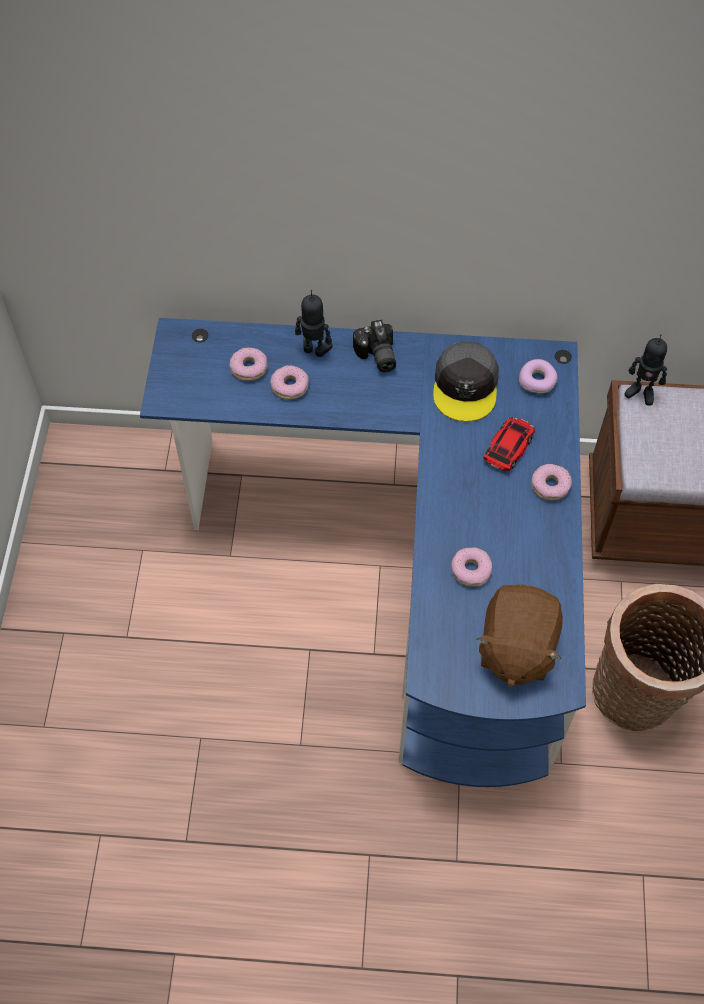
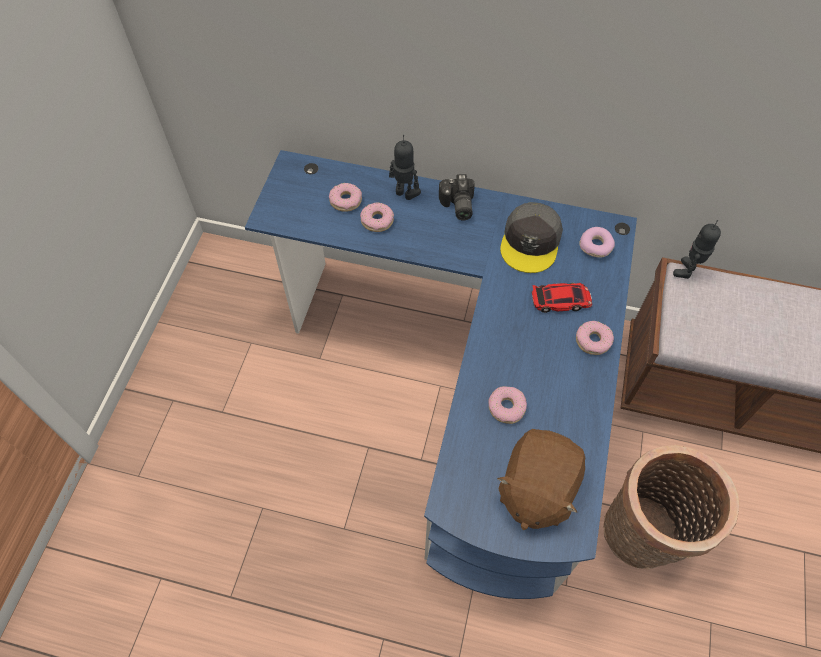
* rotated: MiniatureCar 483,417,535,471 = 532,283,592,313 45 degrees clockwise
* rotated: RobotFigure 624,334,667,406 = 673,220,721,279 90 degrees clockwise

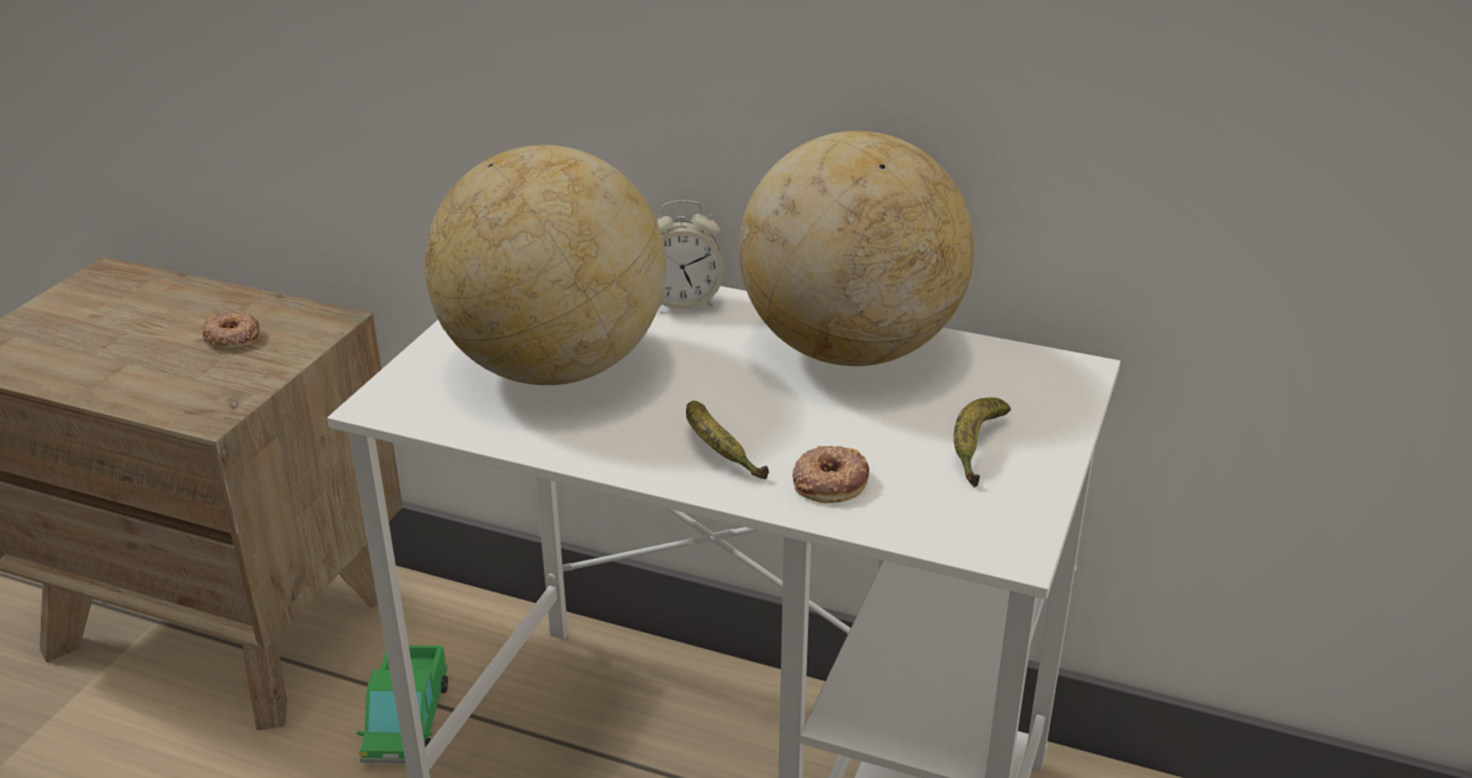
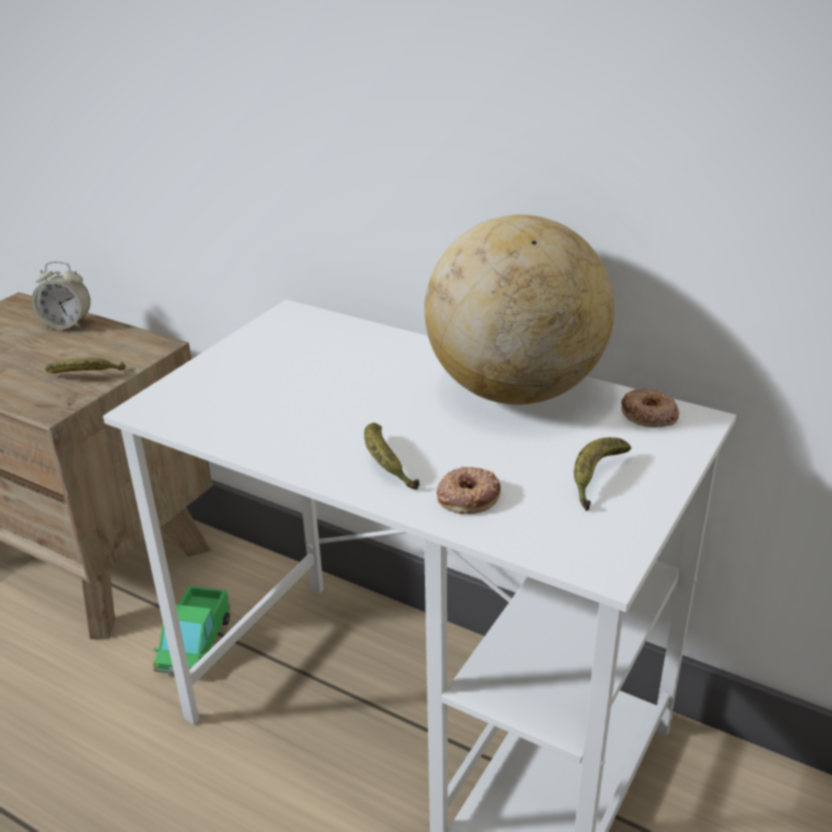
* shifted: RingDoughnut 203,311,261,350 to 621,388,680,427
* gone: Globe 425,145,666,385
* shifted: TableClock 655,200,724,310 to 32,261,90,329
* new: WholeBanana 45,358,126,373

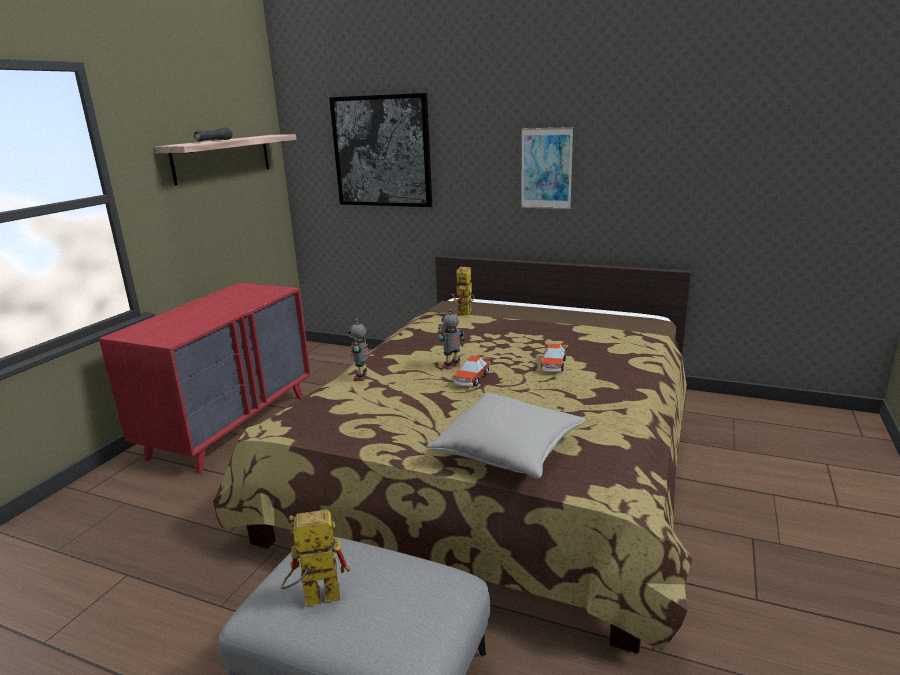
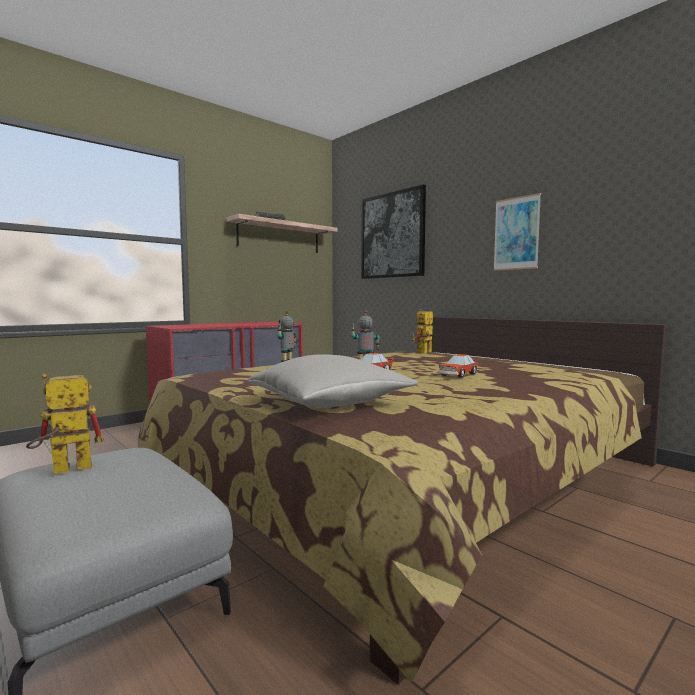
* rotated: RobotFigure 281,509,350,605 = 26,374,104,474 45 degrees counterclockwise

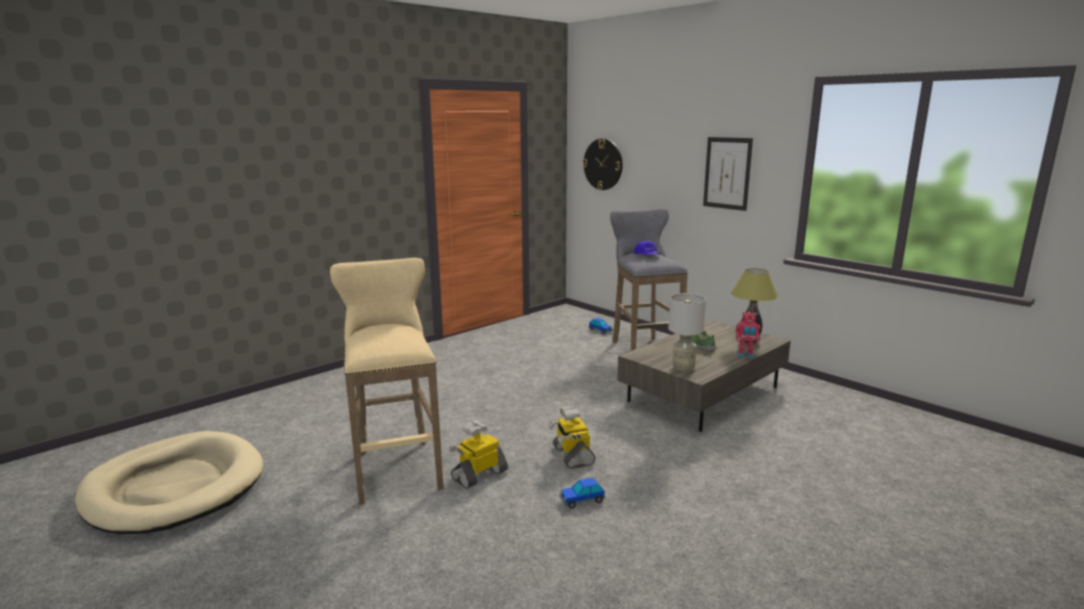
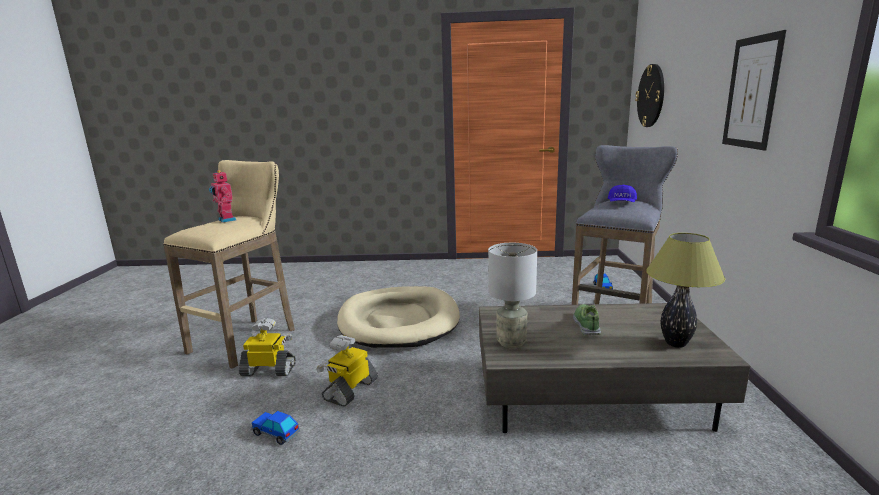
* shifted: BeigeColouredDogCushion 75,431,263,534 to 337,286,460,348
* shifted: RobotFigure 735,311,760,358 to 209,170,236,223

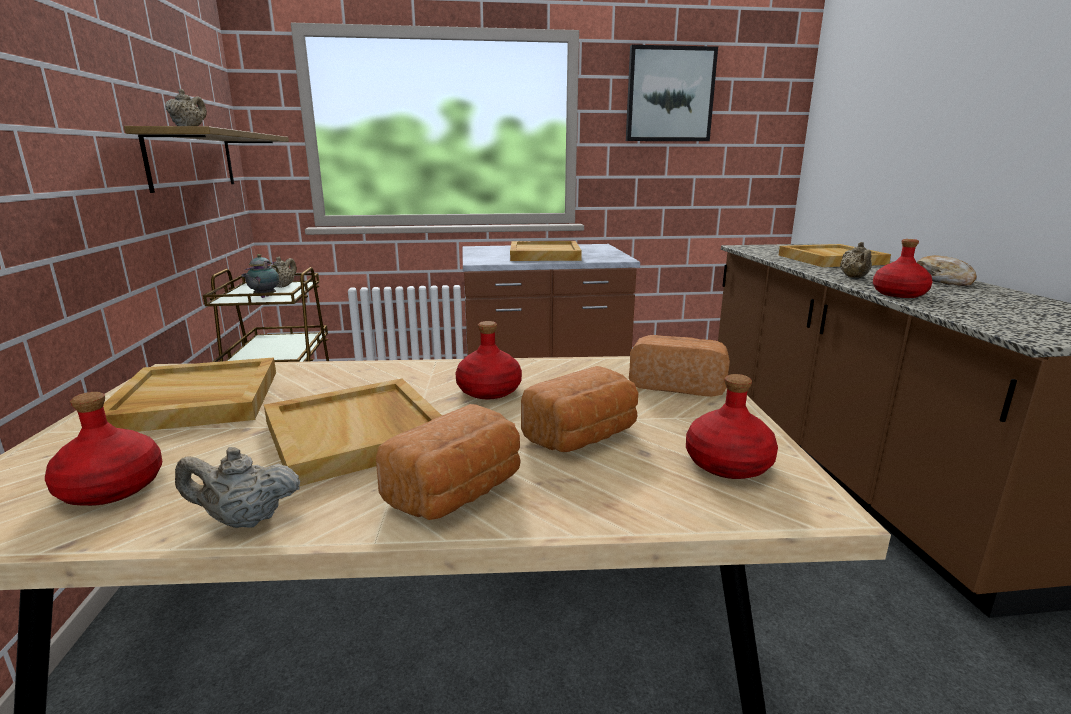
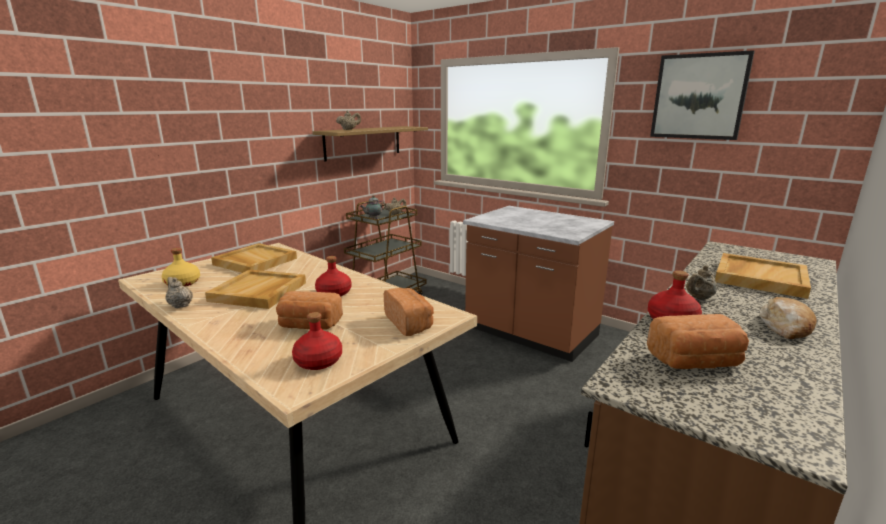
* repainted: ReddishBeverageBottle 45,392,162,506 to YellowBeverageBottle 162,248,200,287
* shifted: Bread 376,404,521,520 to 647,314,749,369
* gone: BeigeColouredServingTray 510,241,582,261

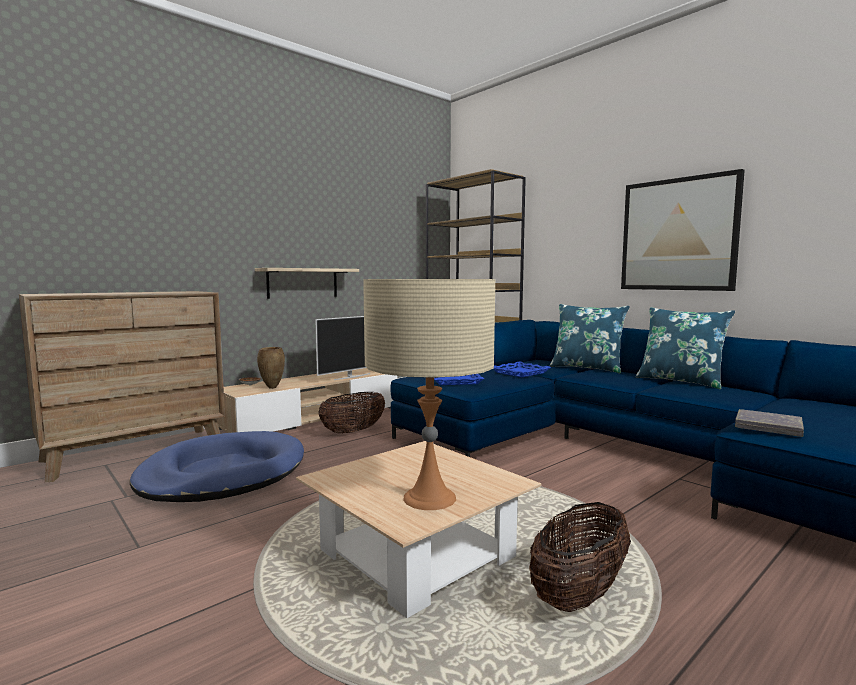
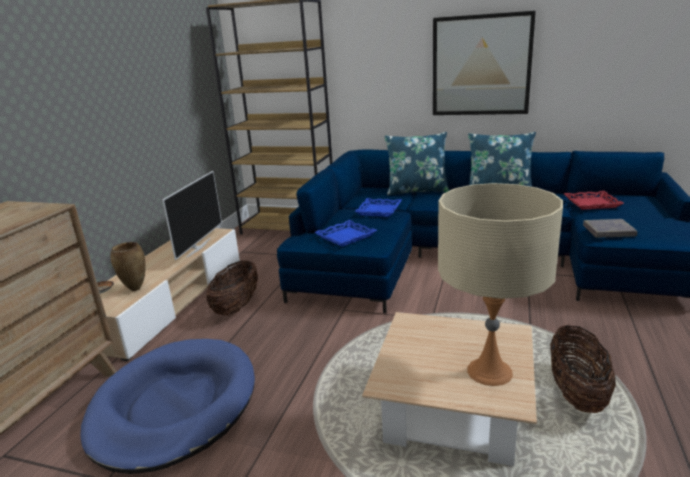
* gone: BracketShelf 255,268,359,299
* new: ReddishServingTray 564,191,624,210

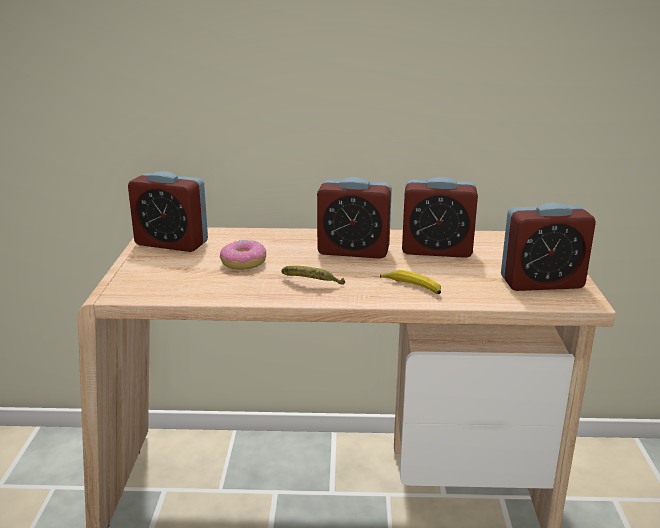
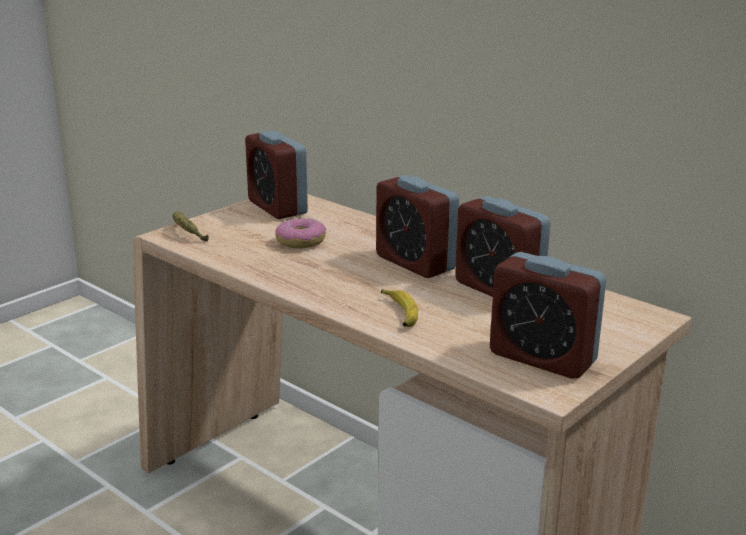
* shifted: WholeBanana 282,266,345,285 to 173,211,209,242

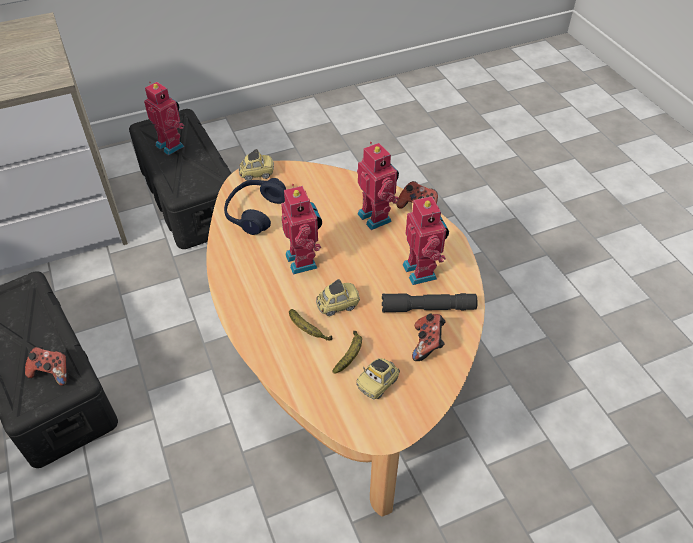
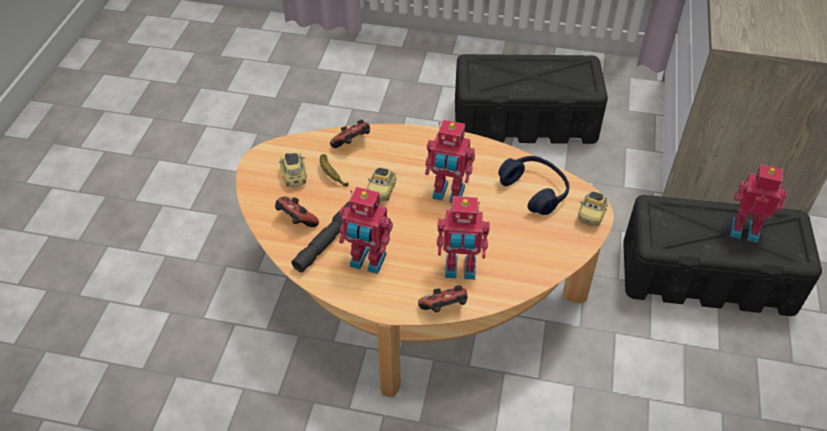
* shifted: Joypad 25,347,68,386 to 330,119,370,148
* rotated: RobotFigure 144,81,184,155 = 730,164,788,243 150 degrees counterclockwise
* gone: WholeBanana 289,309,332,341

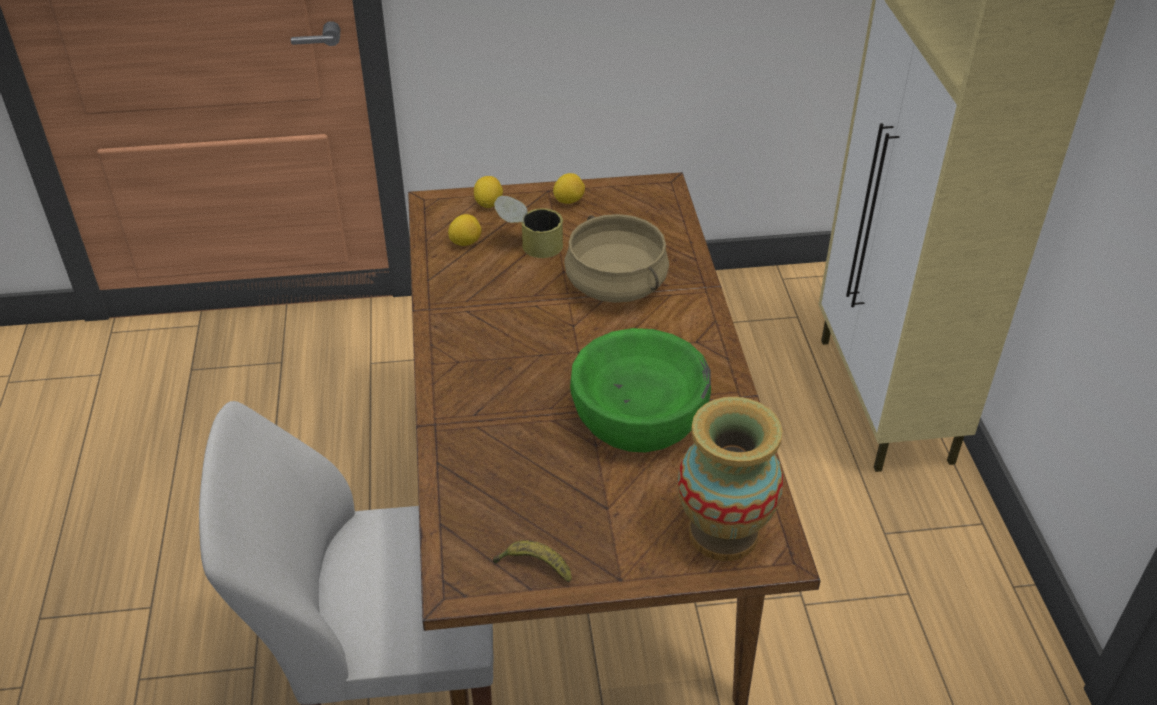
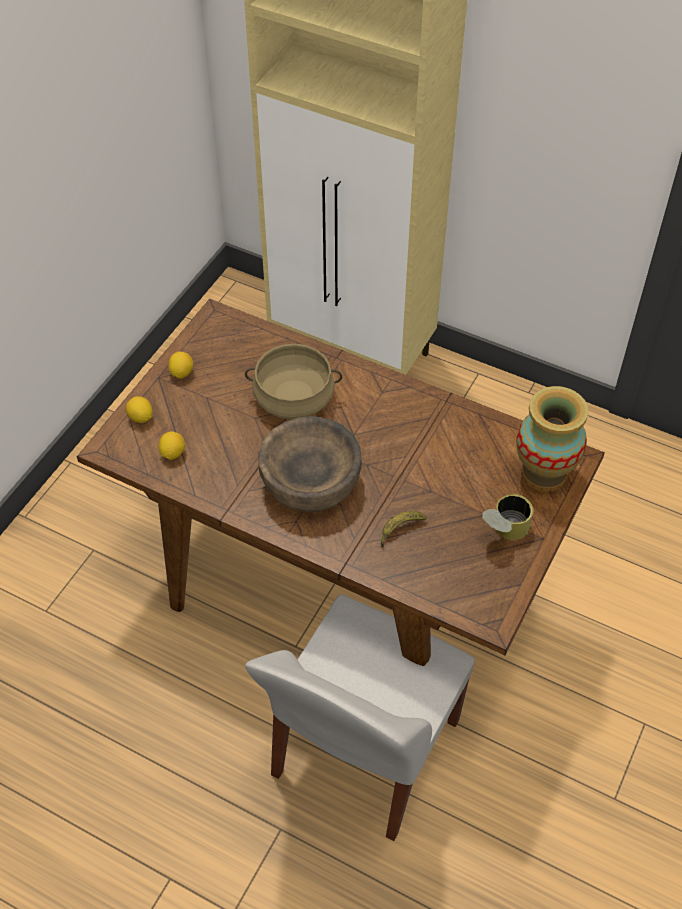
* shifted: WholeBanana 493,540,572,582 to 381,511,427,547
* shifted: Can 494,196,563,258 to 482,494,533,540
* gone: GreenColouredBowl 570,328,711,452
* new: BrownColouredBowl 258,416,362,512

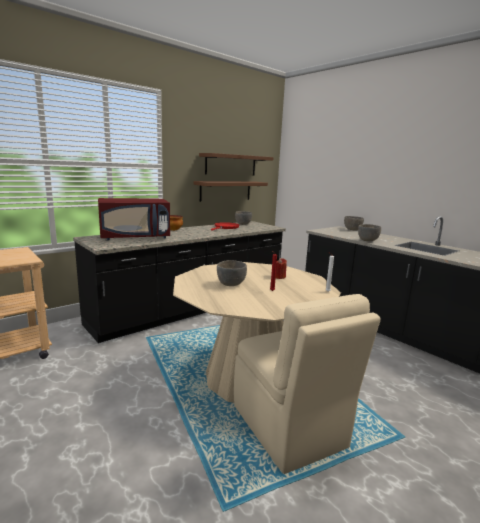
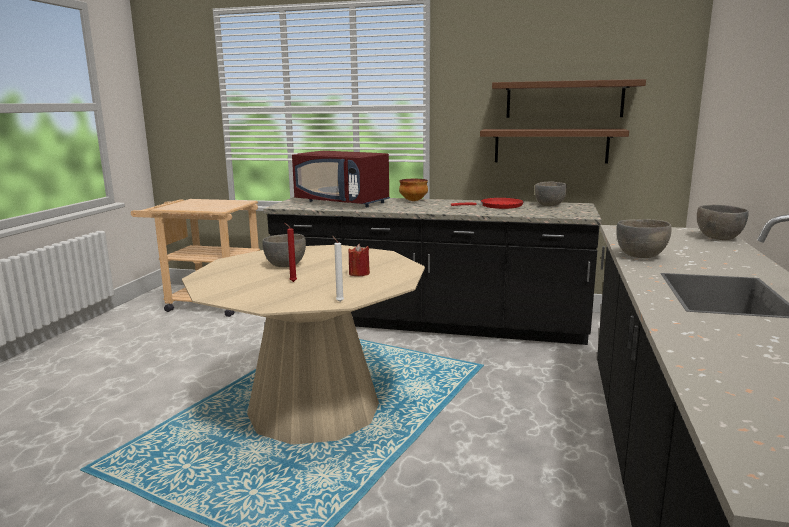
* gone: BeigeColouredUprightChair 234,294,381,474

